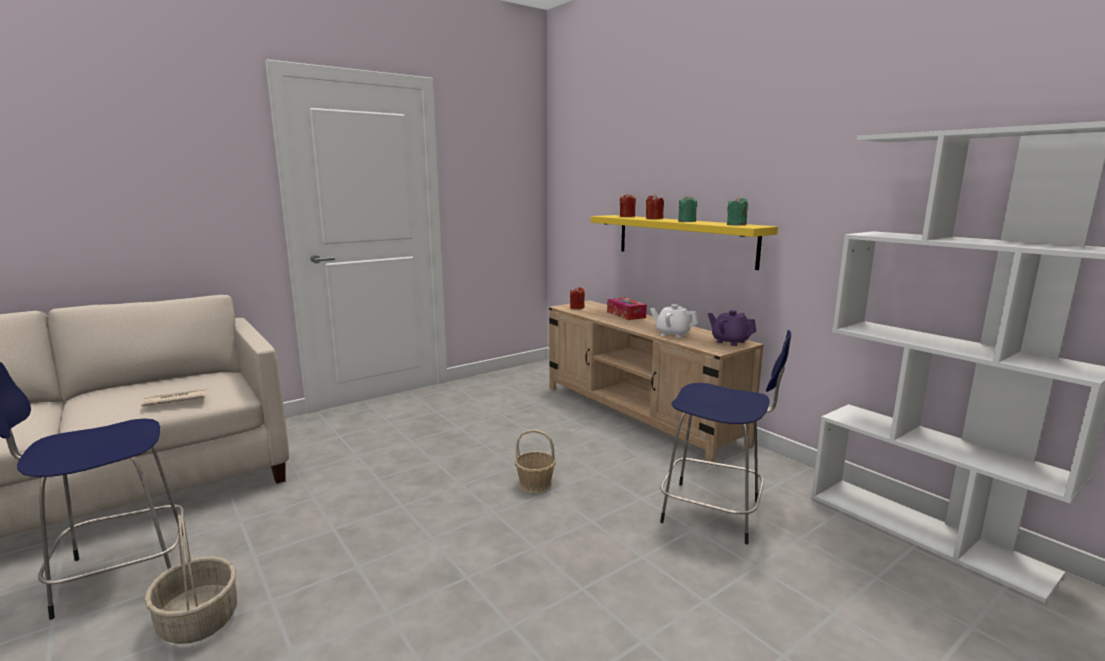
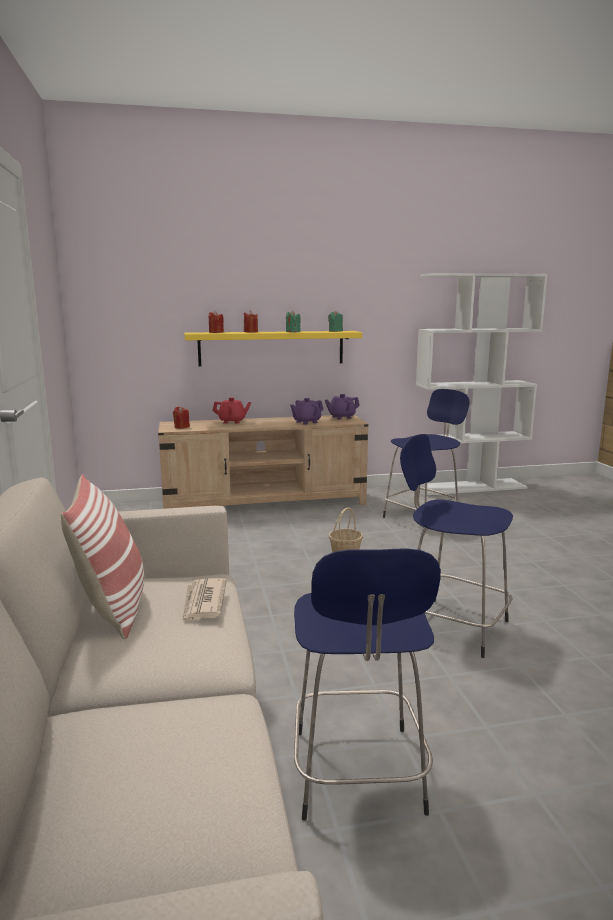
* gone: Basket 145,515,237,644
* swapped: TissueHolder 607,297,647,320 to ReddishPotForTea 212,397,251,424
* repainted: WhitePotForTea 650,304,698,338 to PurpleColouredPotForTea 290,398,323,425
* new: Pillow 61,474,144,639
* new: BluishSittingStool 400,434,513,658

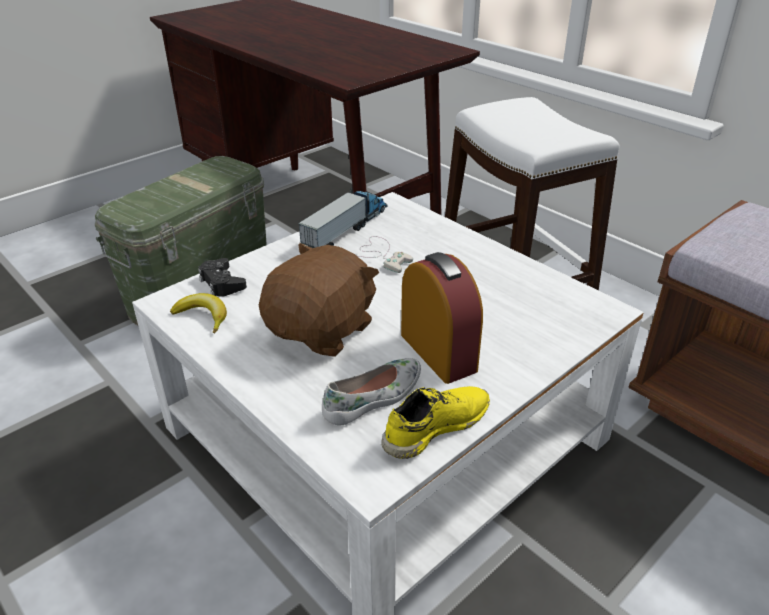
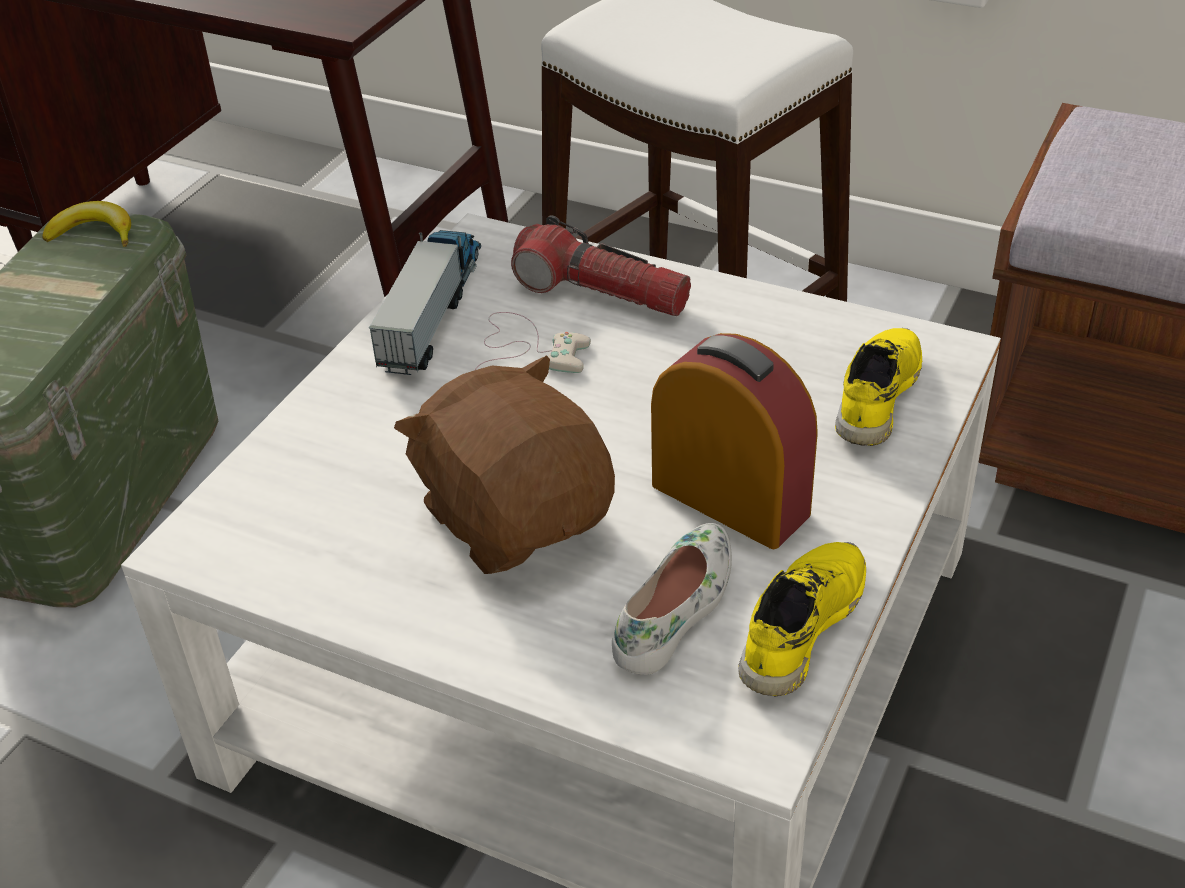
* shifted: WholeBanana 170,293,227,333 to 42,201,131,247
* gone: BlackColouredJoypad 198,258,247,297
* rotated: BrownColouredSoftToy 259,243,379,357 = 394,355,615,574 45 degrees counterclockwise
* new: Flashlight 511,215,691,316
* new: YellowLowShoe 835,328,922,446

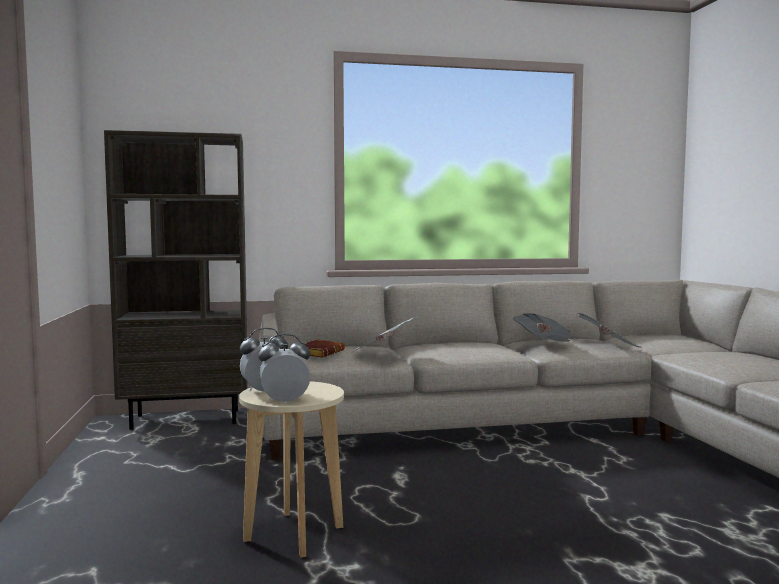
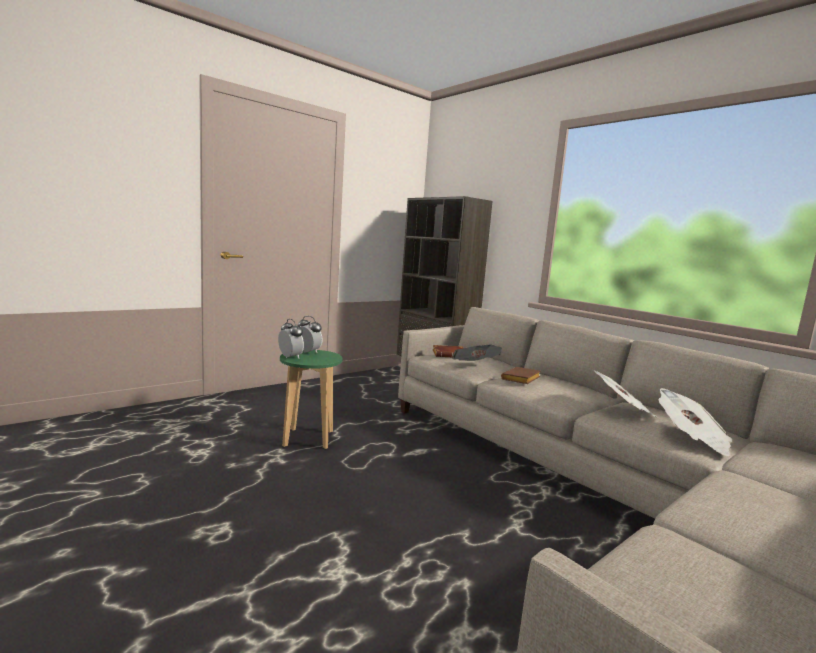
* repainted: BeigeColouredSittingStool 239,381,344,558 to GreenColouredSittingStool 280,350,343,449
* new: BrownColouredBook 501,367,540,384

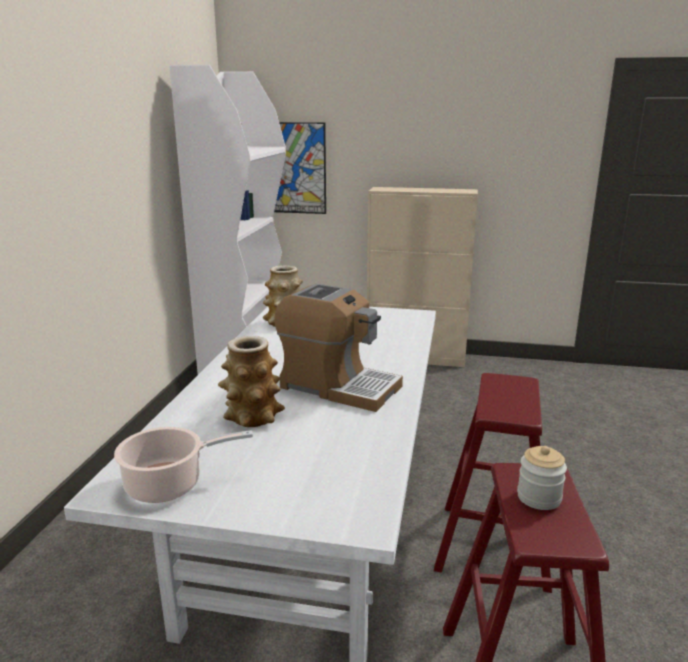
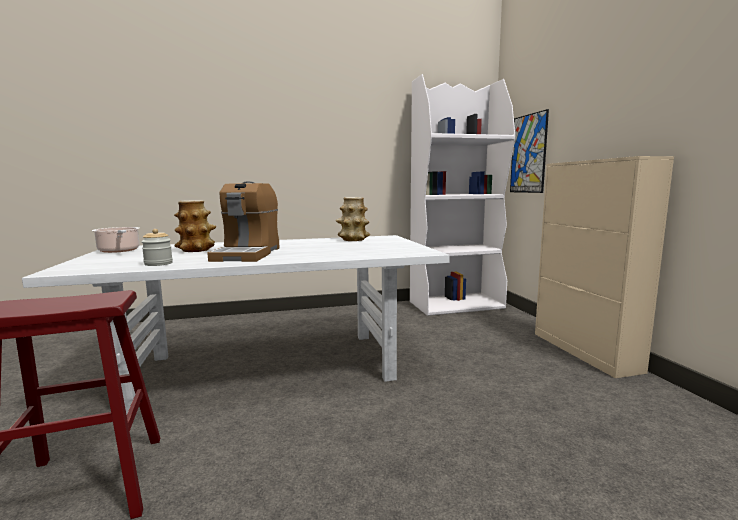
* gone: ReddishSittingStool 434,373,552,593
* shifted: PreserveJar 517,446,567,510 to 141,229,173,266

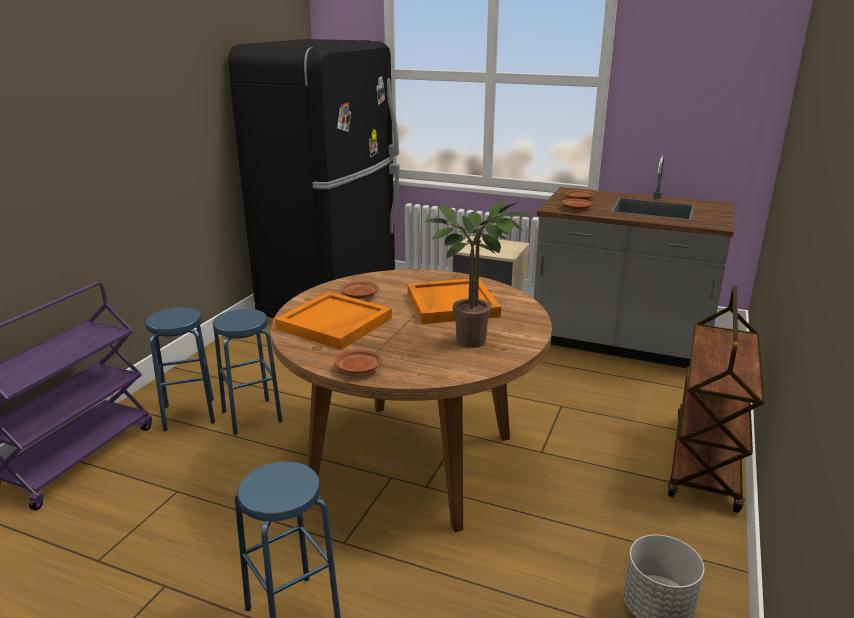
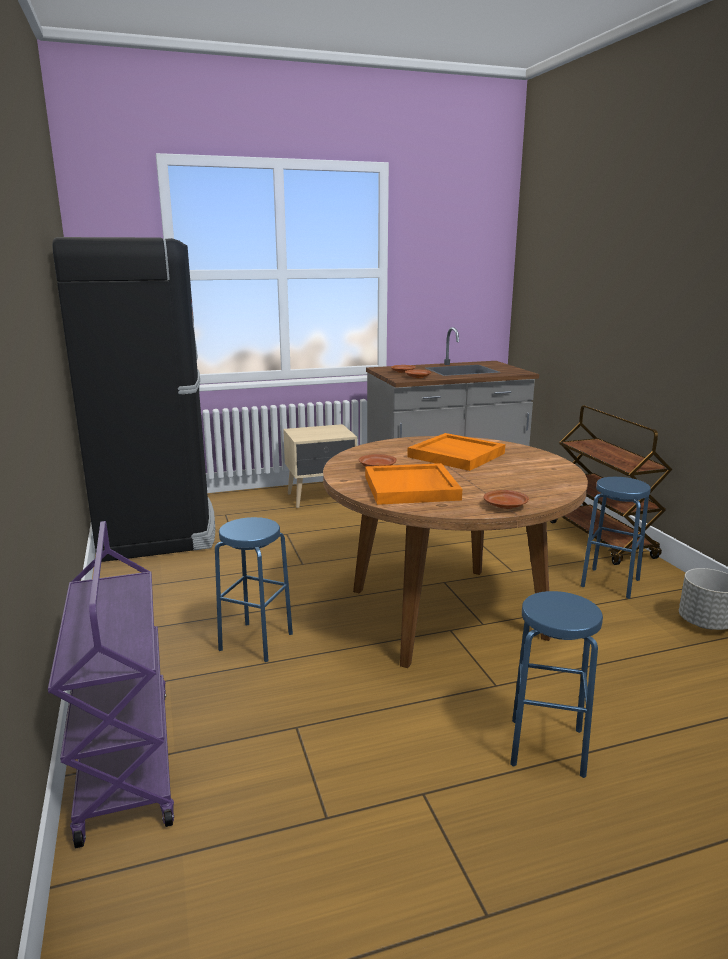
* shifted: BluishSittingStool 145,307,215,432 to 581,477,651,599
* gone: PlantInAPot 424,200,533,348

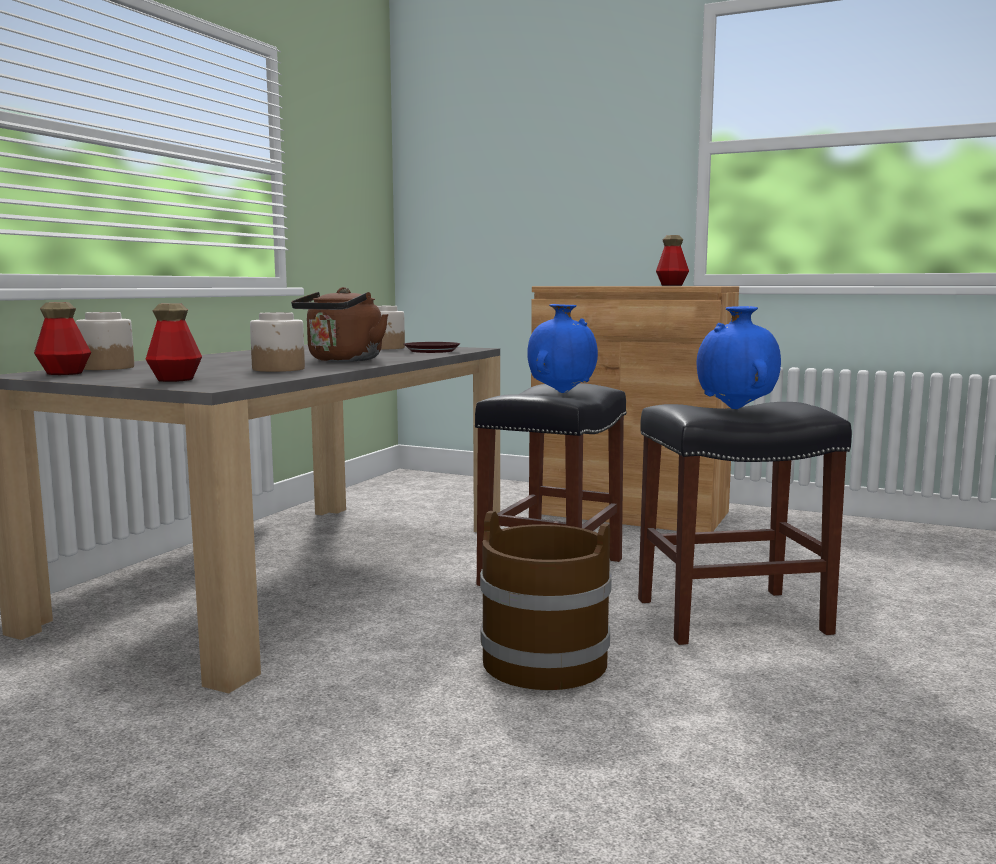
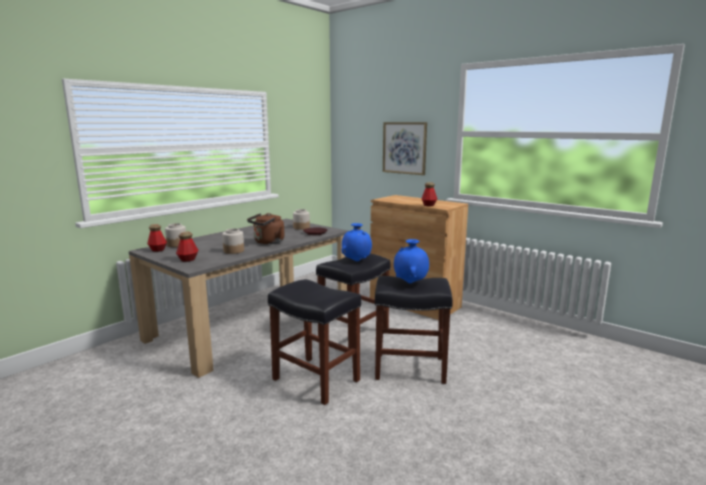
* swapped: BrownColouredWaterBucket 480,511,612,690 to BlackColouredSittingStool 268,279,361,405
* new: Picture 383,122,427,175

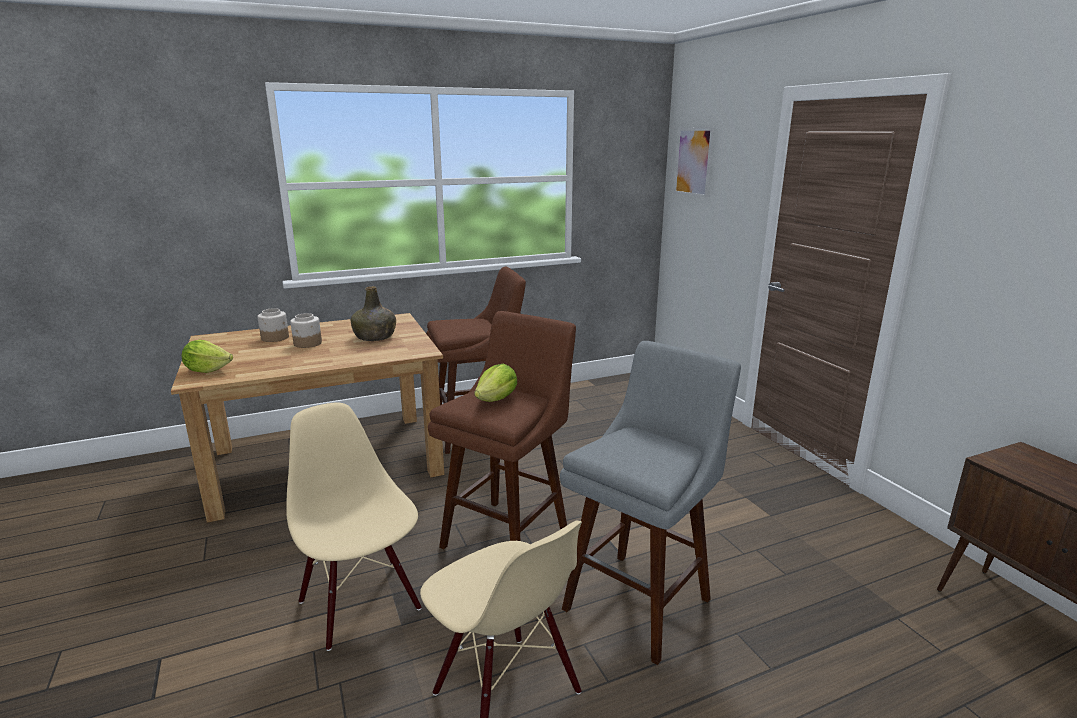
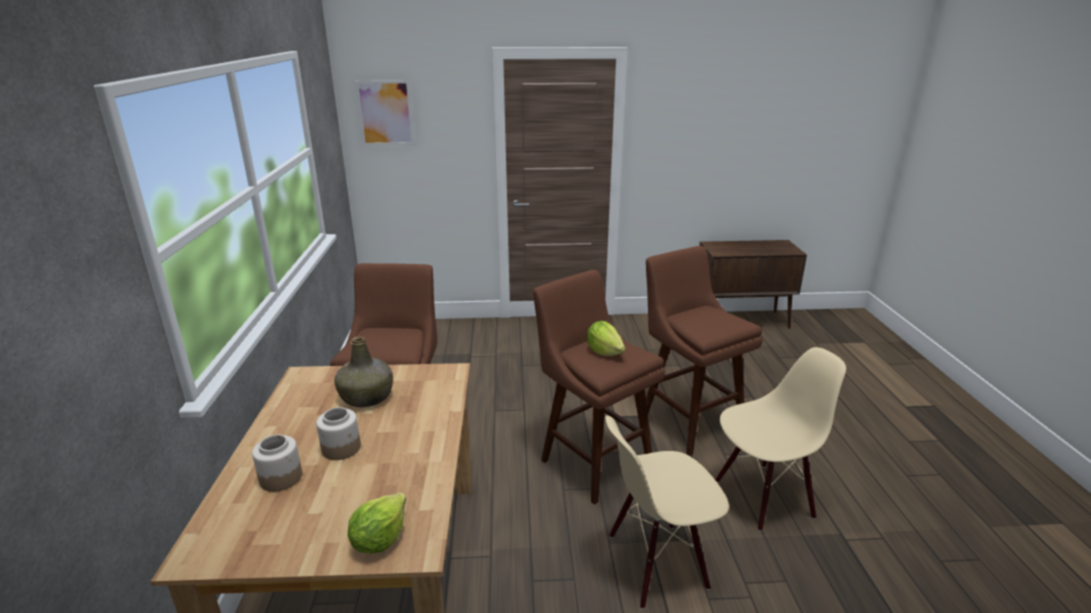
* repainted: GreySittingStool 560,341,741,665 to BrownColouredSittingStool 646,246,763,456

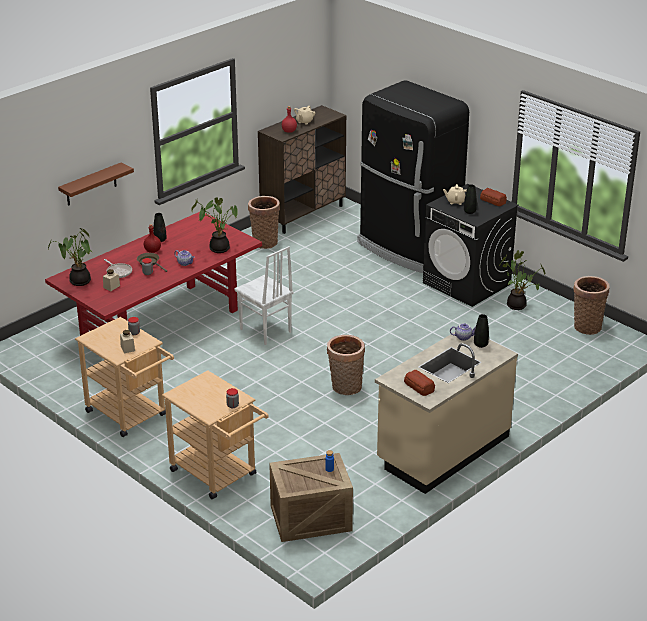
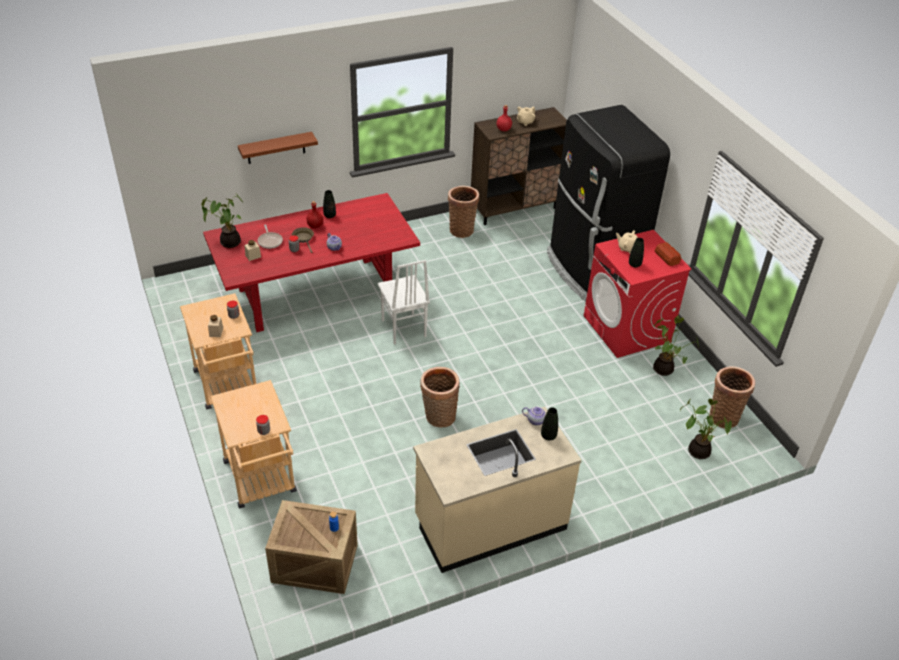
* shifted: PlantInAPot 191,197,238,253 to 680,399,732,459
* gone: Bread 404,370,435,396
* repainted: BlackColouredLaundryMachine 423,184,519,307 to ReddishLaundryMachine 584,230,692,358

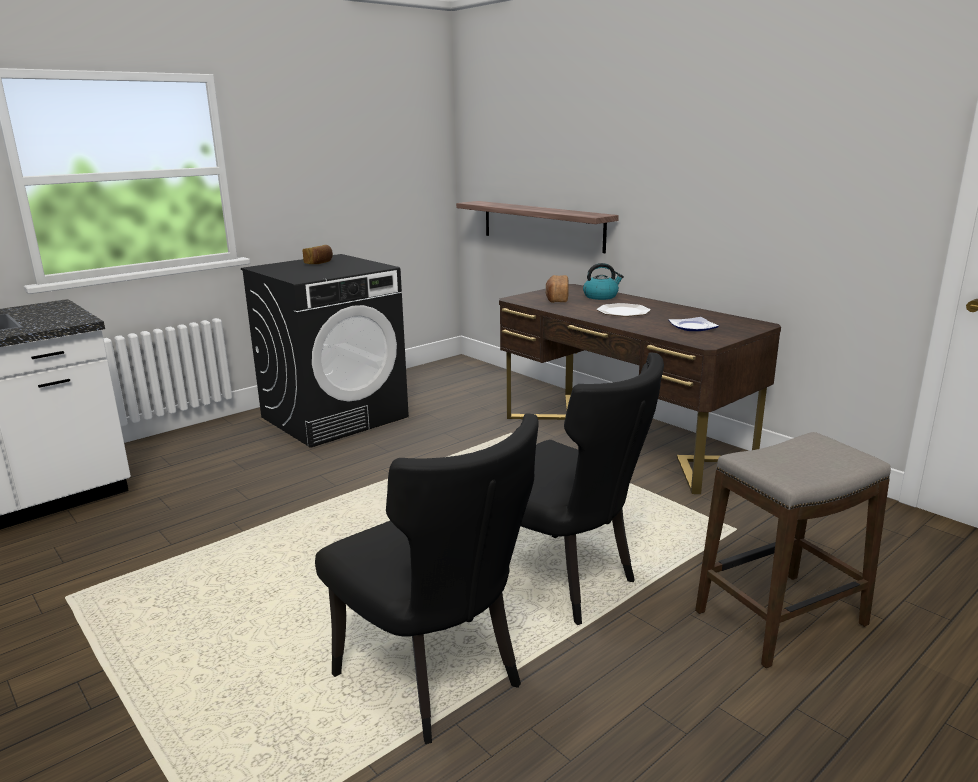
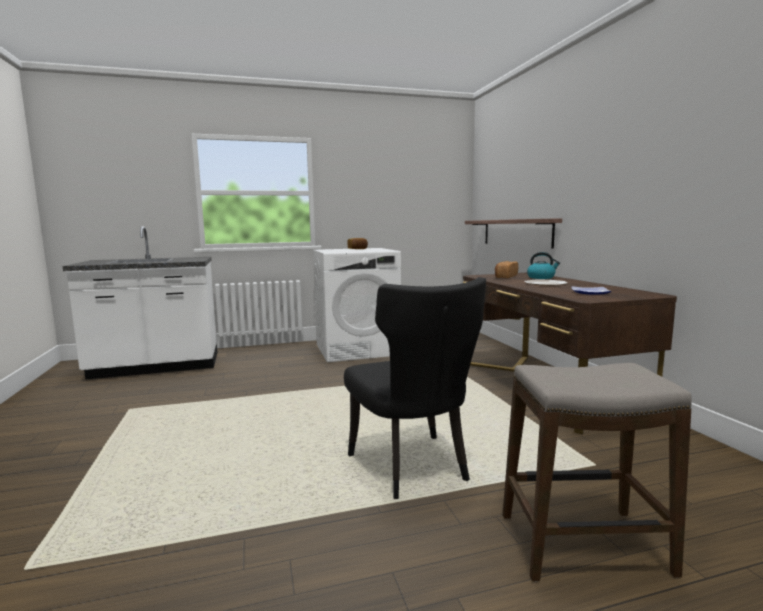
* repainted: BlackColouredLaundryMachine 241,254,409,448 to WhiteLaundryMachine 313,248,401,362
* gone: BlackColouredUprightChair 315,413,539,744

